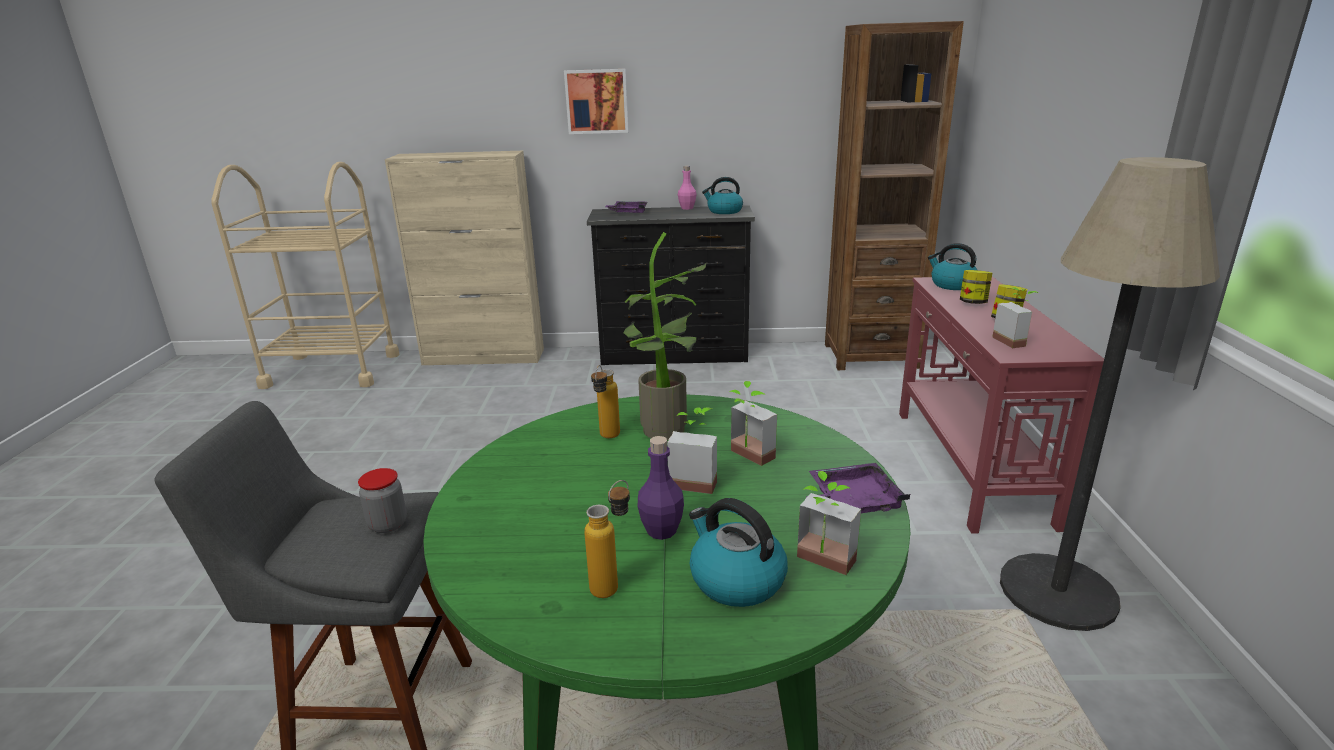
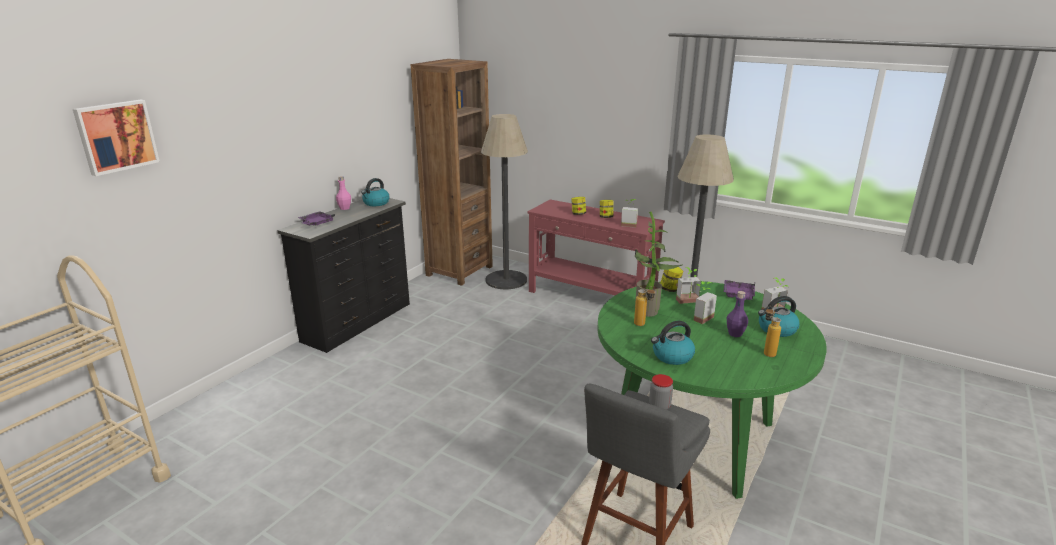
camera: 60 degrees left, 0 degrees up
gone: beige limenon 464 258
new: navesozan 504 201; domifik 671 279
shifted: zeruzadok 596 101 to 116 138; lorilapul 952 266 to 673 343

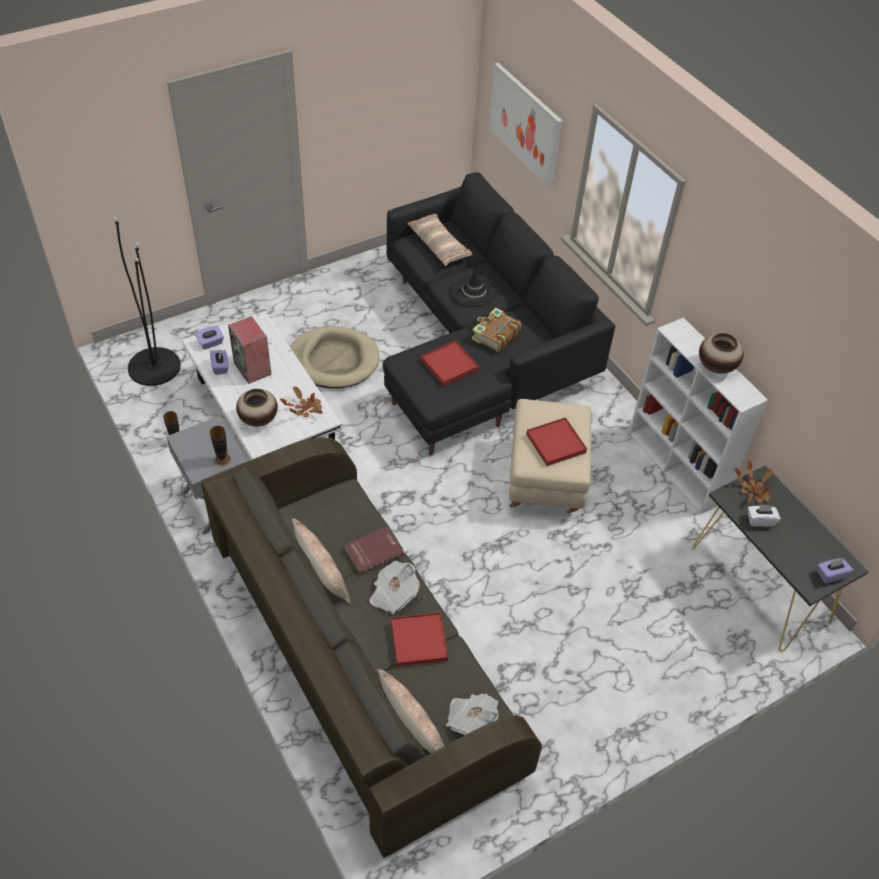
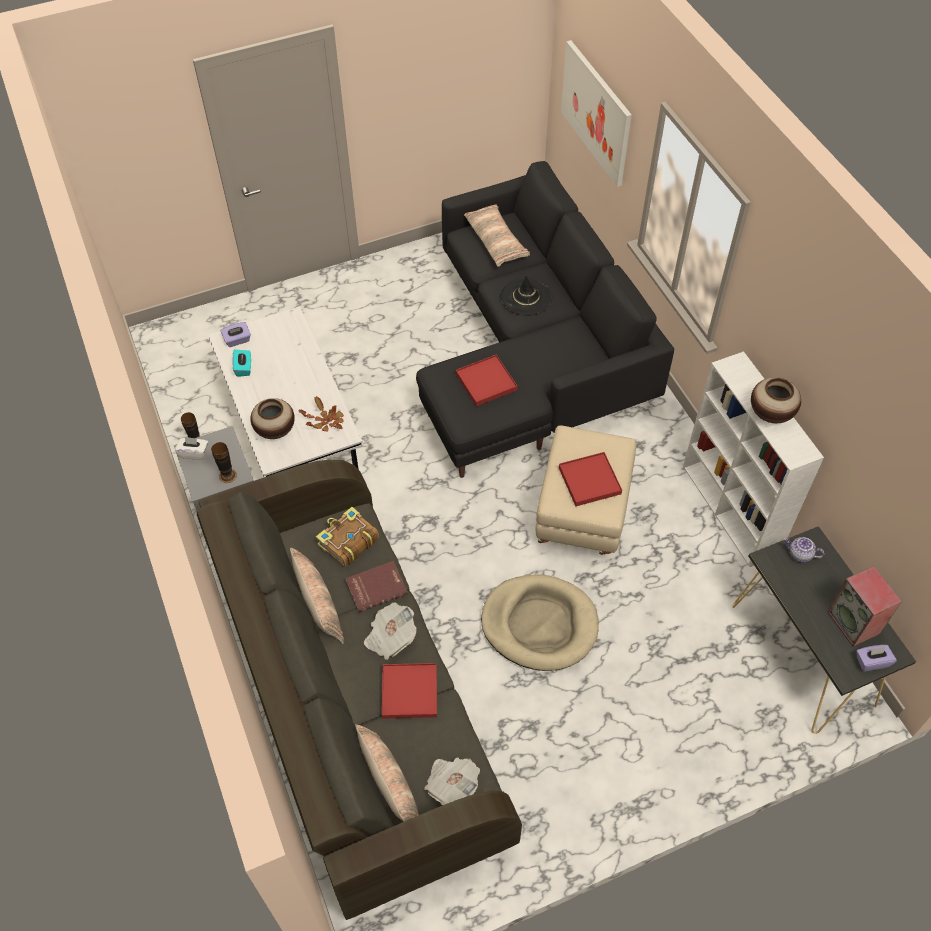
camera: 10 degrees right, 5 degrees up
gone: black navesozan 147 301
shifted: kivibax 250 350 to 864 606; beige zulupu 334 357 to 540 623; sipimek 496 330 to 347 537; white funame 764 516 to 191 448
swapped: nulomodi 754 481 to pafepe 804 549
repainted: purple funame 219 362 to turquoise funame 242 363

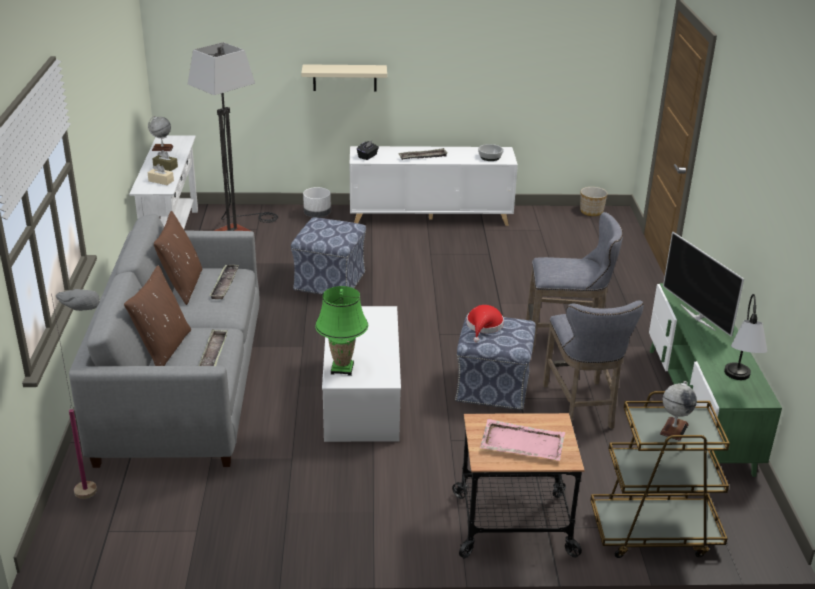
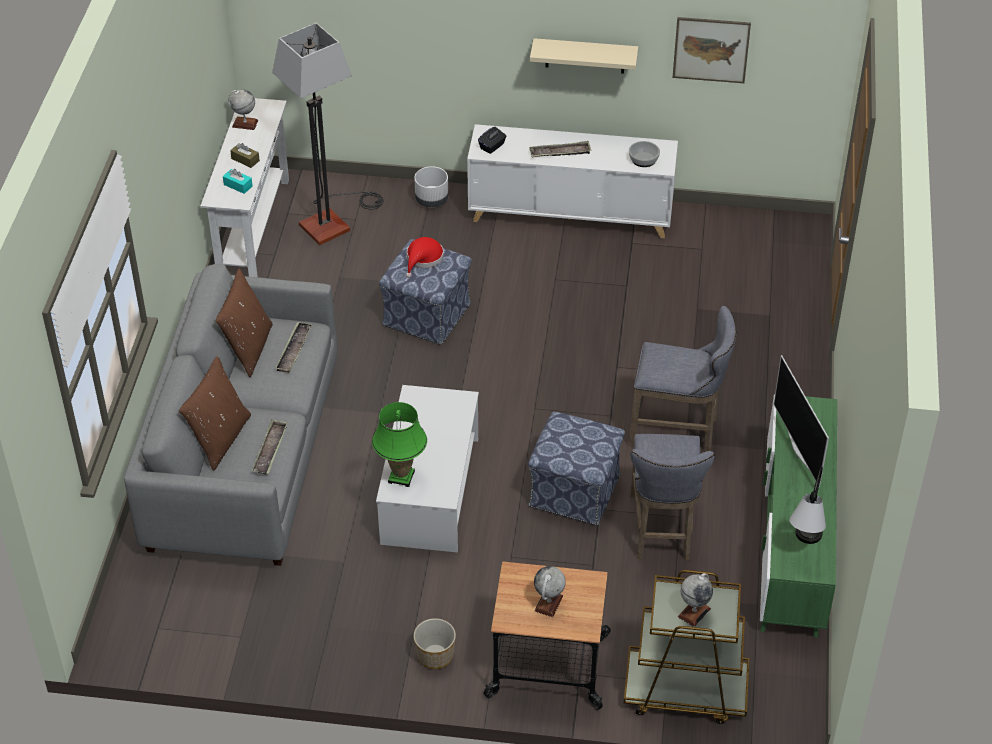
camera: 10 degrees right, 15 degrees up
gone: grey navesozan 75 394
new: zeruzadok 712 50
shifted: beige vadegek 344 77 to 584 56; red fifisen 485 324 to 425 257; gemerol 594 201 to 434 643
swapped: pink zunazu 522 440 to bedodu 550 591
repainted: beige funame 160 174 to turquoise funame 238 181

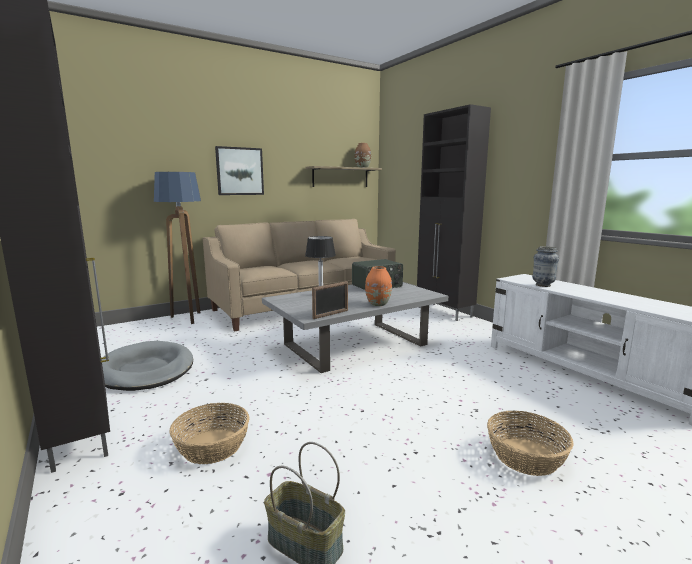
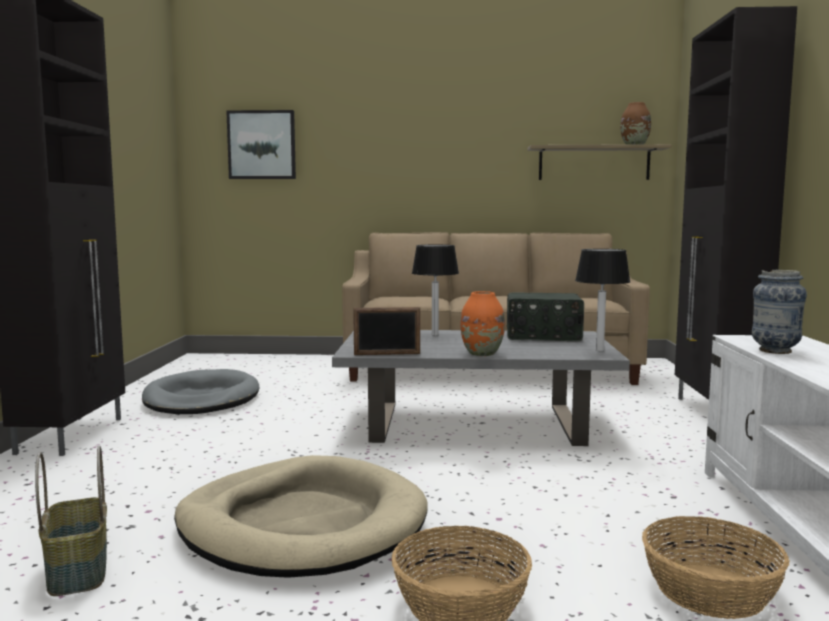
camera: 35 degrees right, 5 degrees down
gone: navesozan 177 248
new: beige zulupu 301 516; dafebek 602 300
shifted: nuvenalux 209 433 to 716 567; zeruzadok 239 170 to 261 144

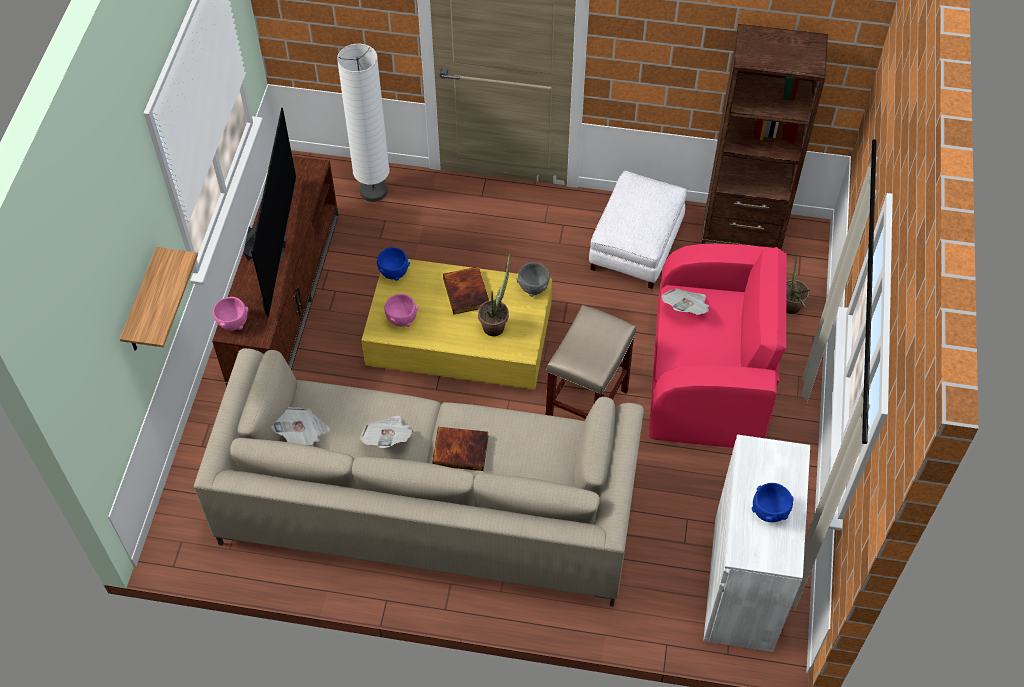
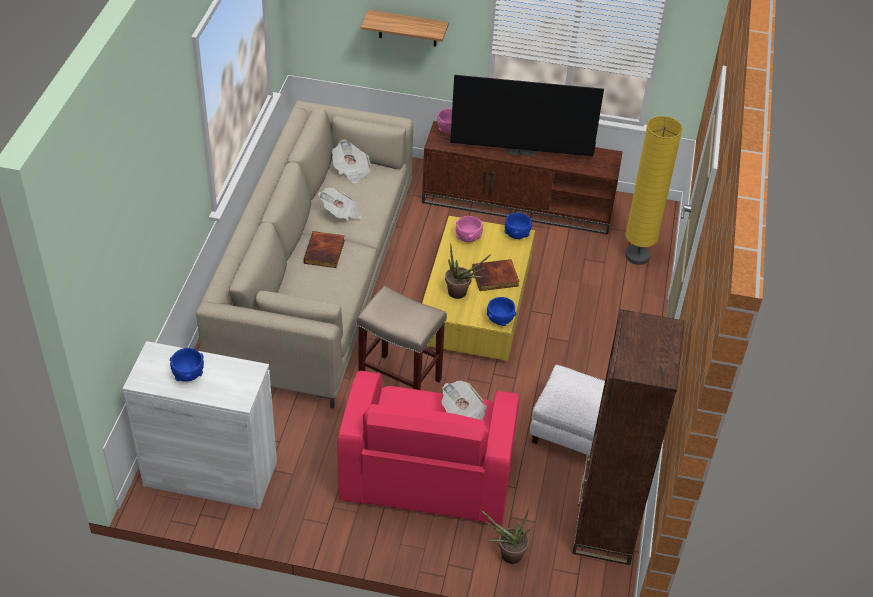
camera: 90 degrees right, 10 degrees down
repainted: white navesozan 363 123 to yellow navesozan 654 190; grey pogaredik 533 280 to blue pogaredik 501 311

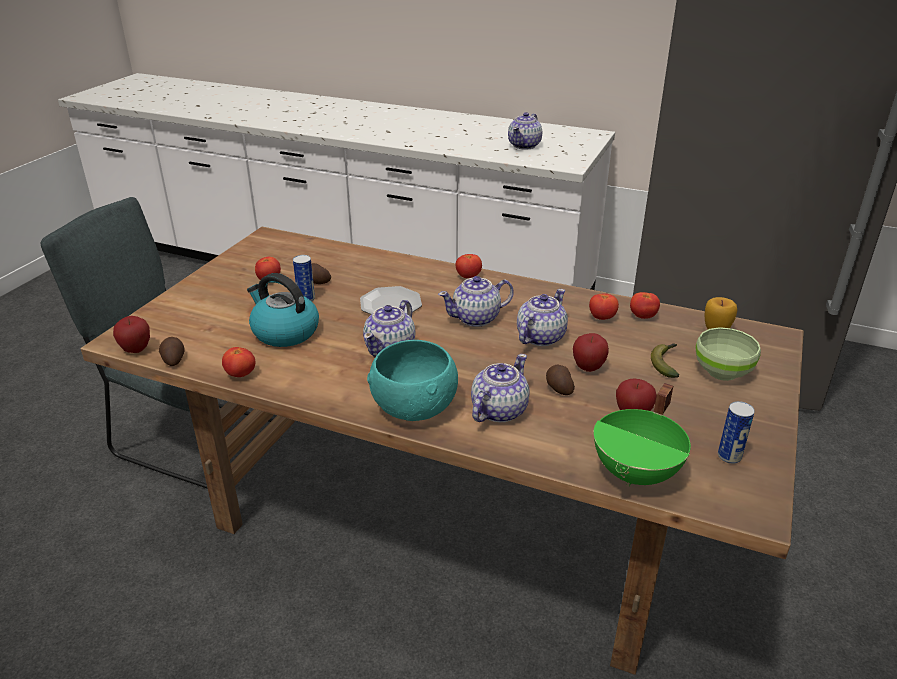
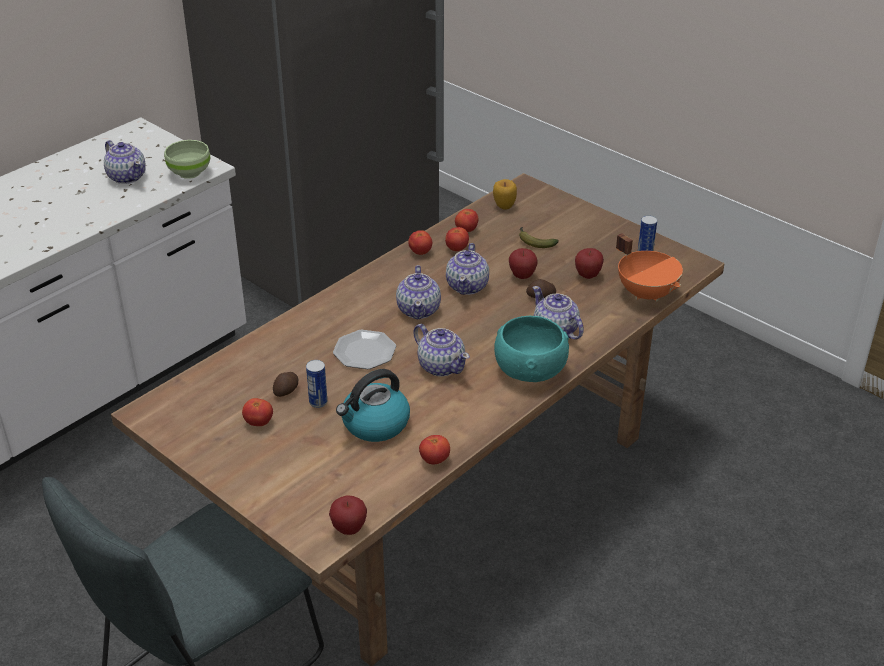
camera: 70 degrees left, 5 degrees up
gone: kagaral 172 351
shifted: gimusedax 469 266 to 420 242; green pogaredik 728 354 to 187 159
repainted: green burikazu 642 435 to orange burikazu 649 267
rotated: pafepe 542 317 = 467 269 135 degrees counterclockwise

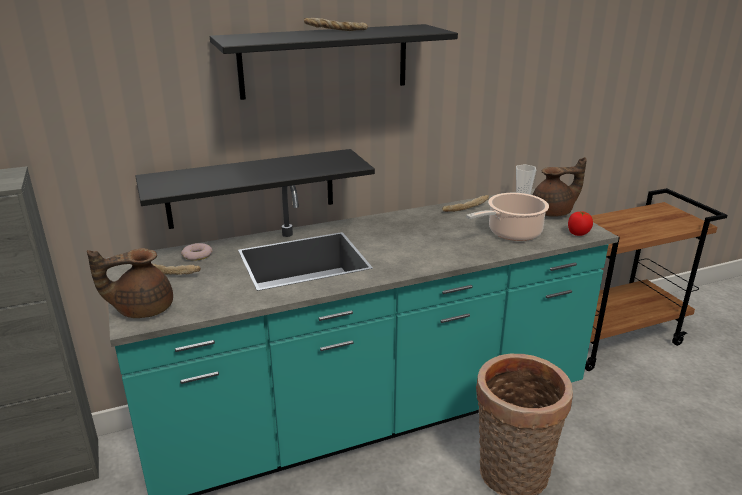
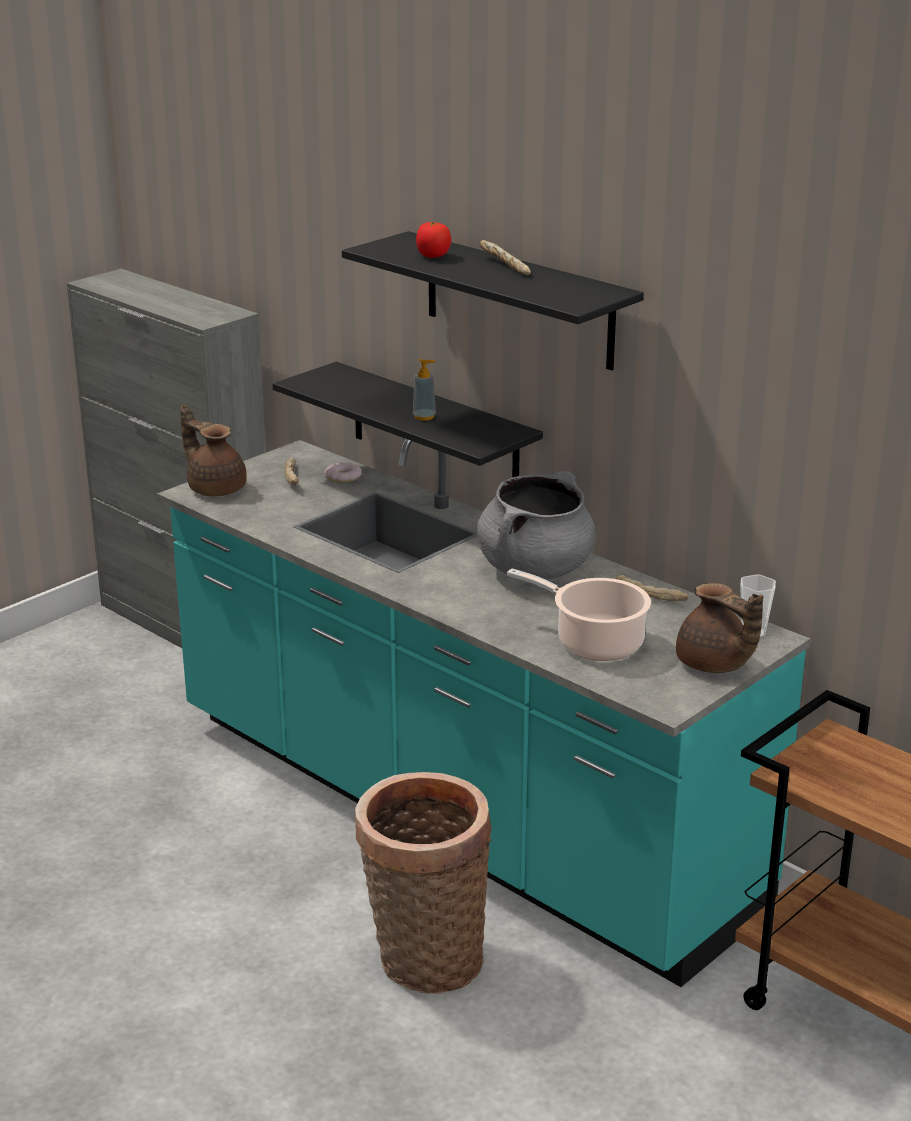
camera: 65 degrees right, 0 degrees up
new: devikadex 424 390; grey burikazu 536 525
shifted: gimusedax 580 223 to 433 240

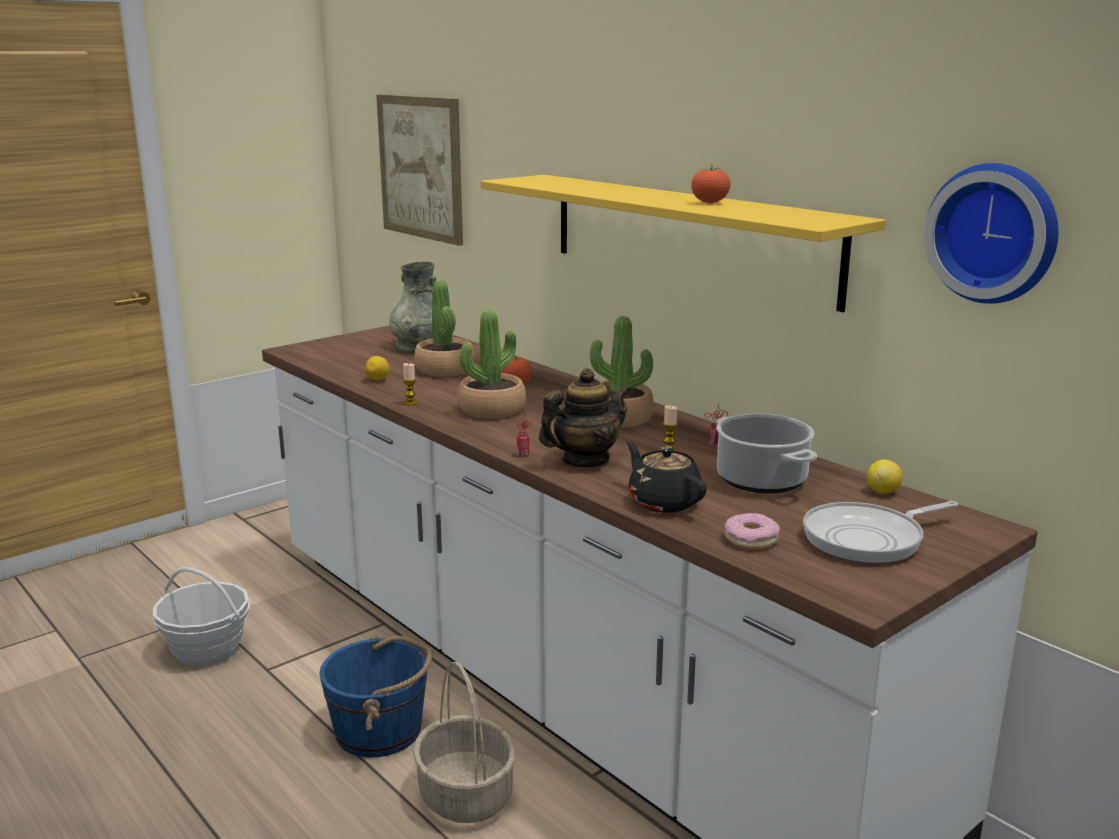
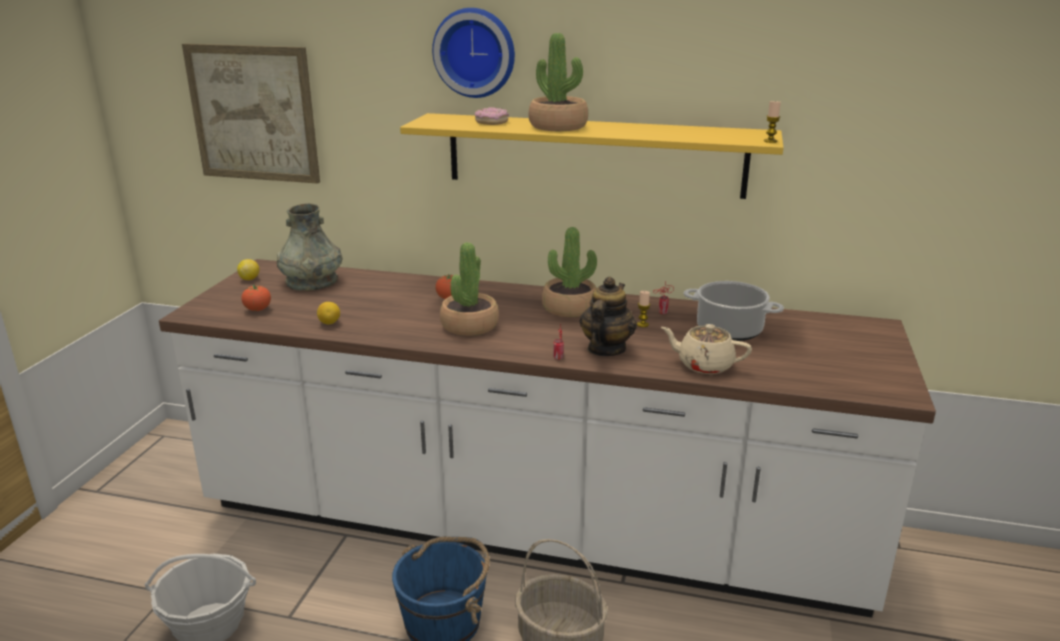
camera: 35 degrees left, 5 degrees up
gone: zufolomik 880 532
shifted: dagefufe 410 384 to 772 121; nulomodi 444 328 to 558 82; gimusedax 710 184 to 256 298; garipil 752 531 to 492 116; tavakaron 885 476 to 248 269; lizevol 991 233 to 473 53
repainted: black pafepe 666 477 to beige pafepe 706 349

